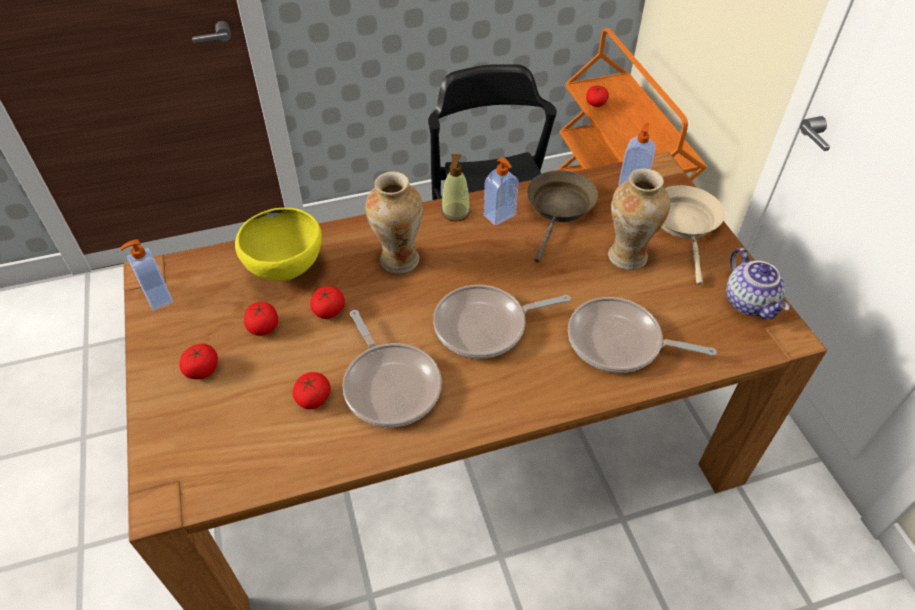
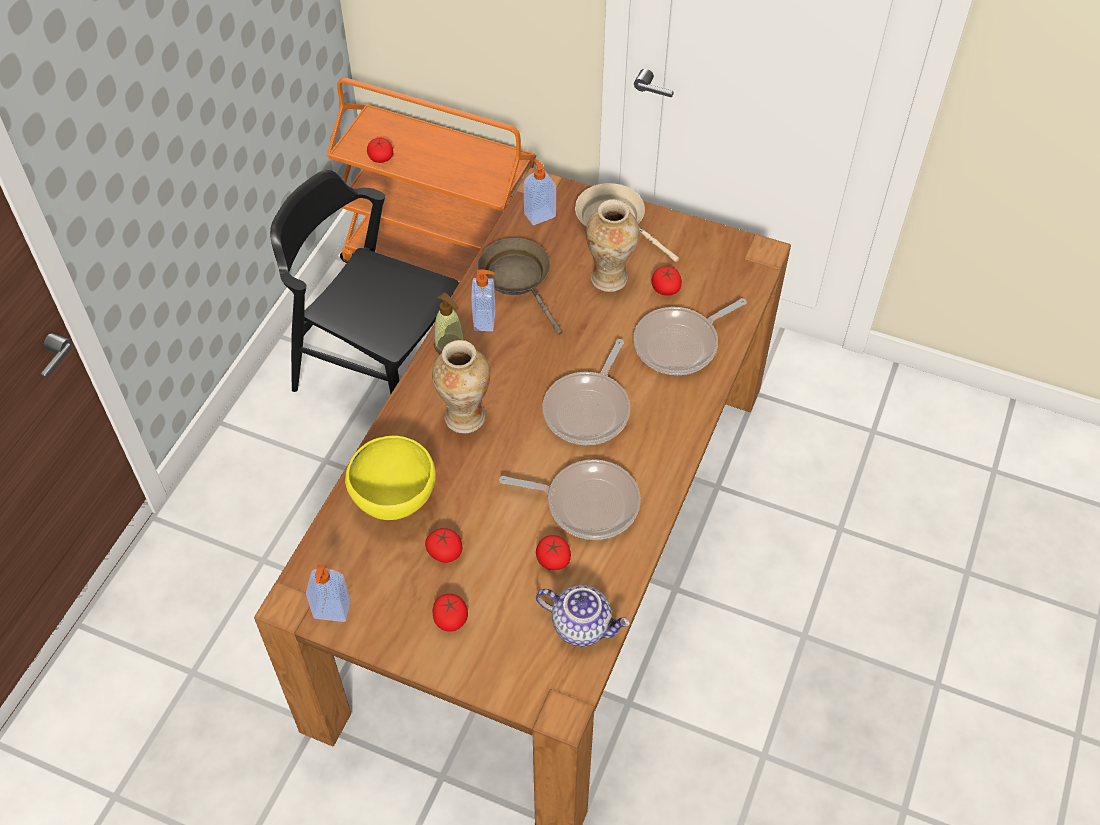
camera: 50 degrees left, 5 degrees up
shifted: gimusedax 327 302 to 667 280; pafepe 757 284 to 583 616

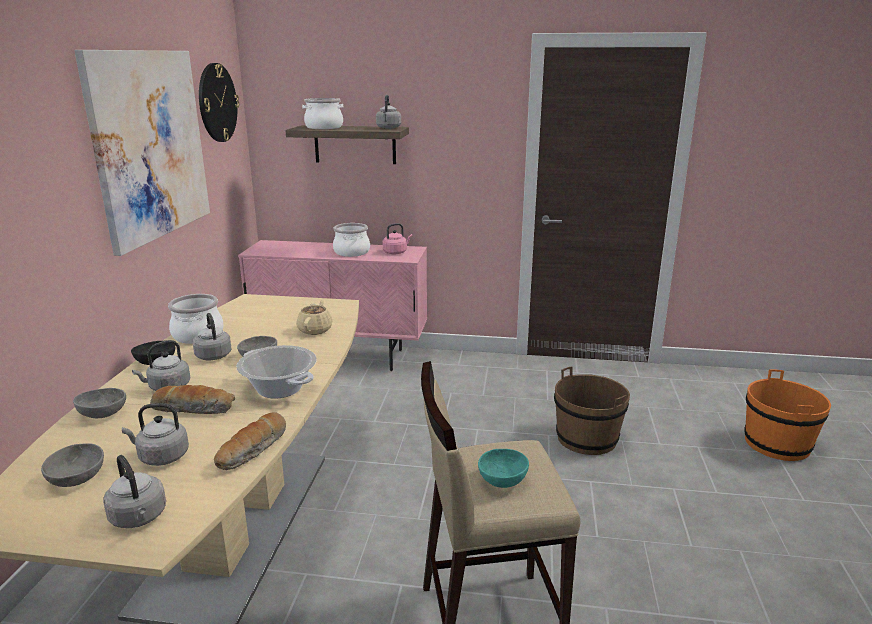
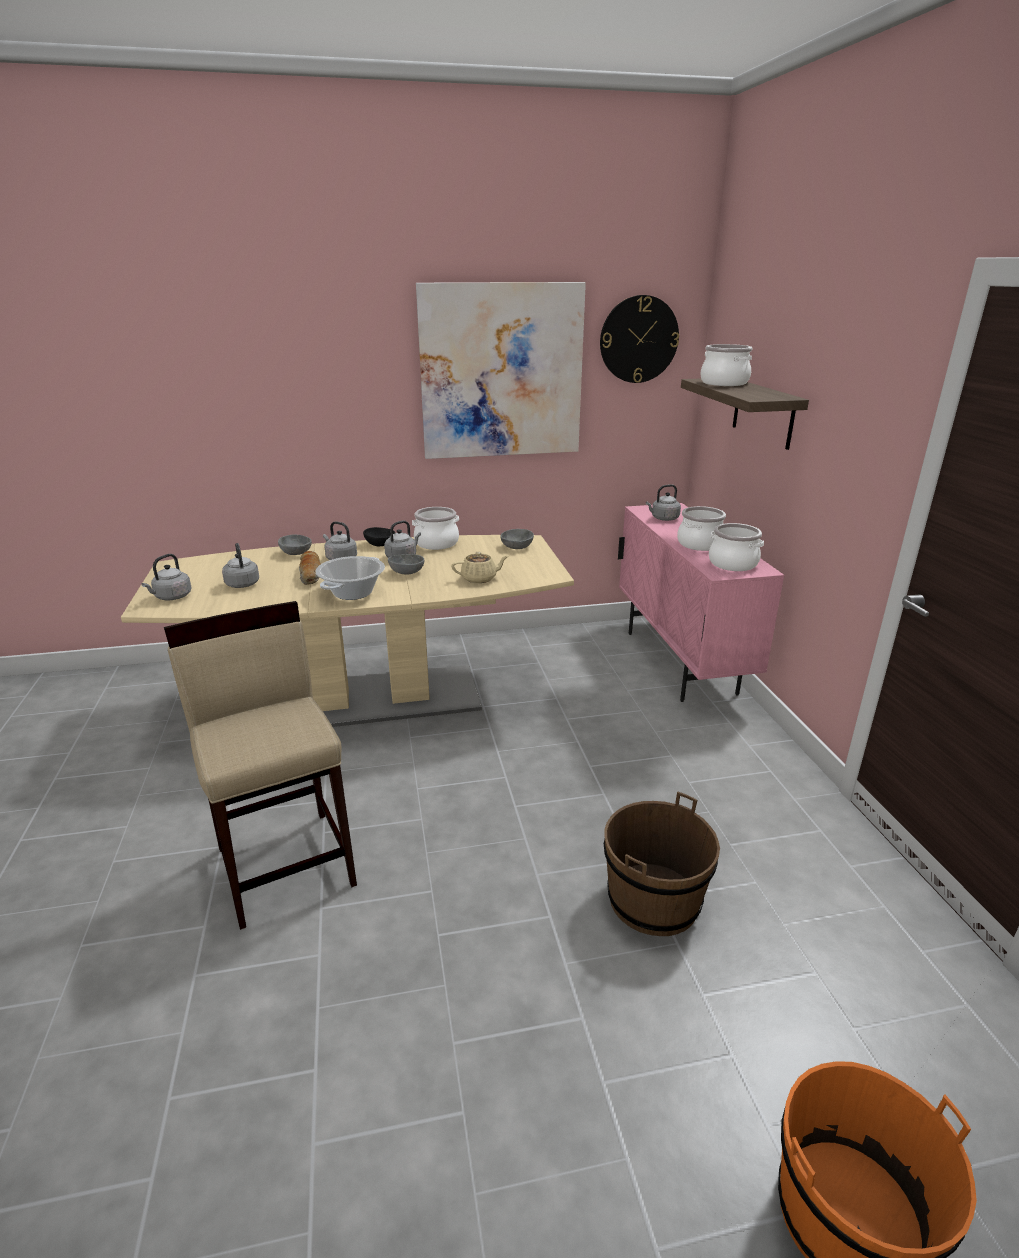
camera: 70 degrees right, 5 degrees up
gone: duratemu 250 441; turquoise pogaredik 503 468
shifted: grey pogaredik 72 465 to 517 539; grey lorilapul 388 112 to 663 502
swapped: pink lorilapul 397 238 to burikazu 736 547

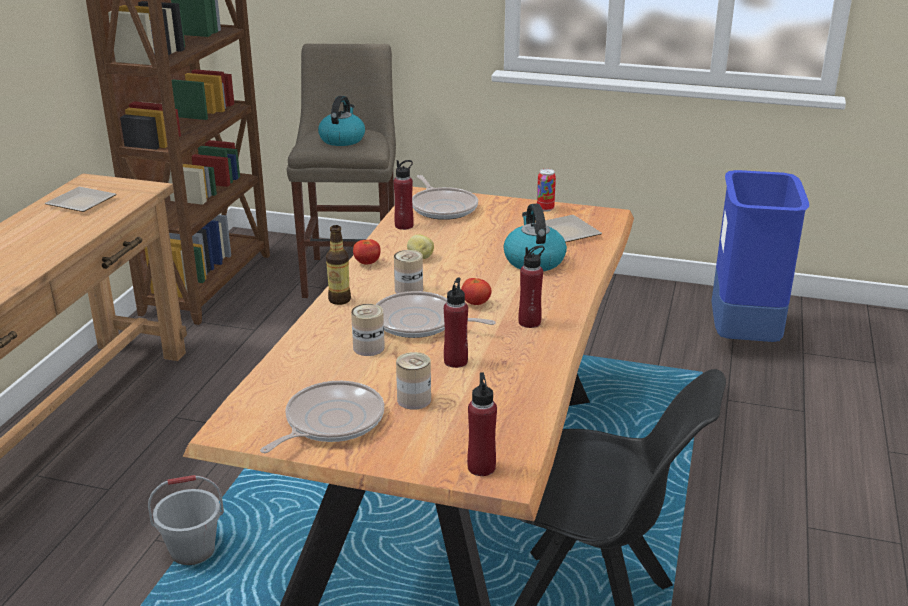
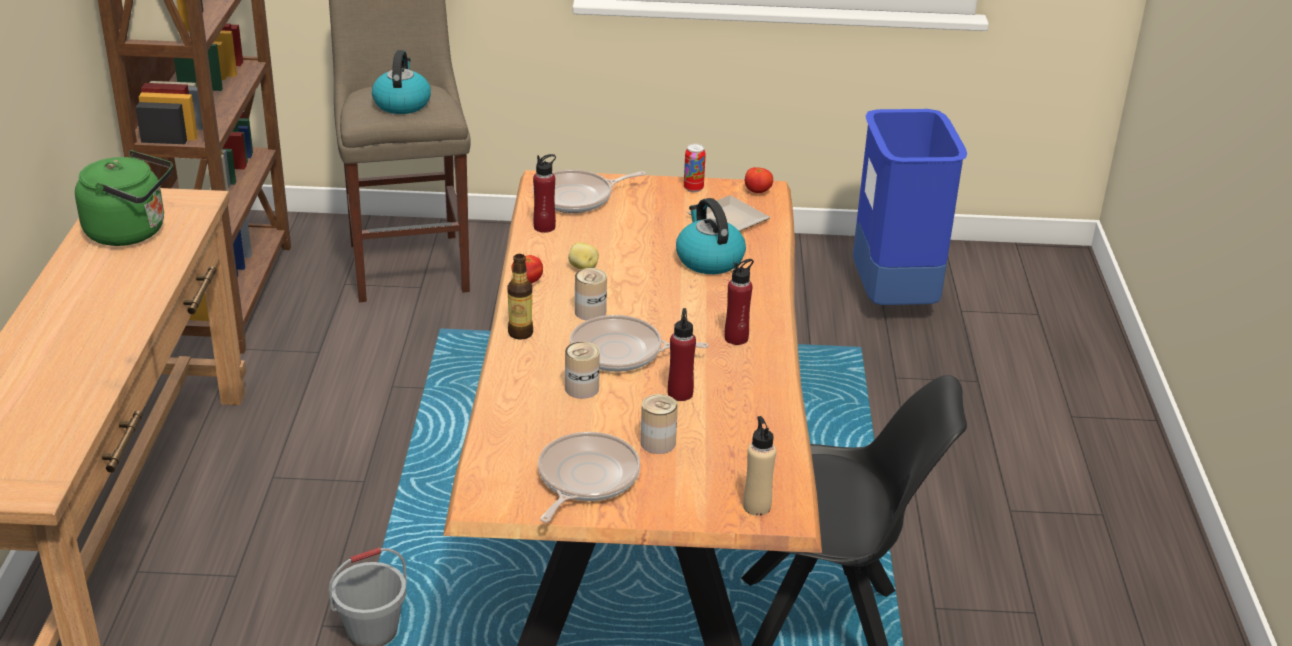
camera: 15 degrees left, 5 degrees up
shifted: gimusedax 476 291 to 759 180
swapped: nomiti 80 199 to green lorilapul 124 198
repainted: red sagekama 482 424 to beige sagekama 759 466
rotated: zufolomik 445 197 = 589 191 105 degrees clockwise

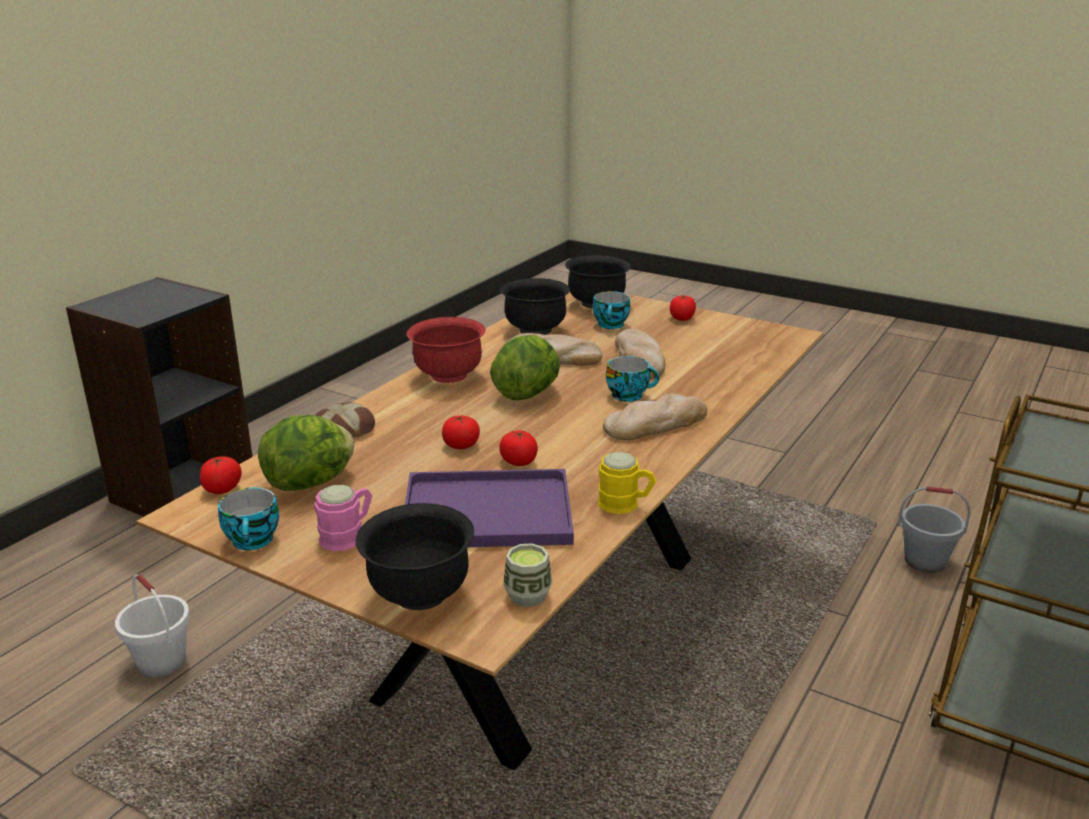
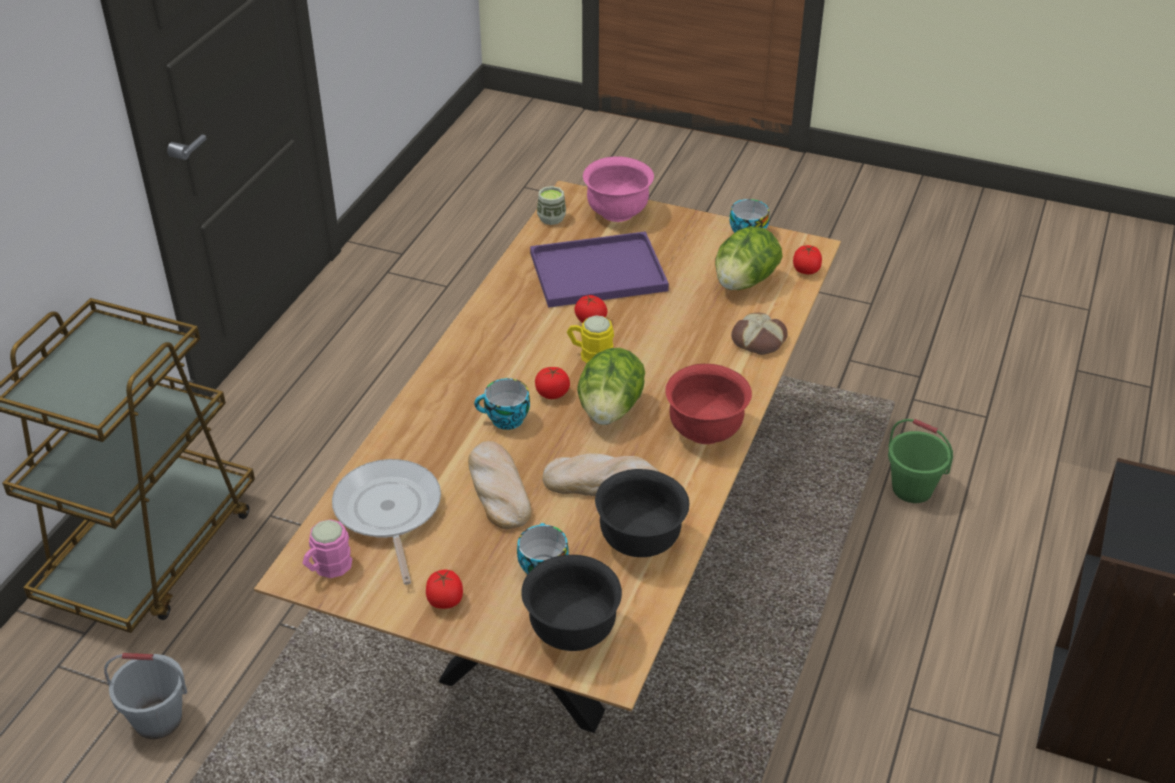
camera: 170 degrees right, 15 degrees up
gone: duratemu 655 416
new: zufolomik 386 522
shifted: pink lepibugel 343 518 to 327 548; gimusedax 461 432 to 552 383; yellow lepibugel 627 483 to 590 339
repainted: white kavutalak 152 625 to green kavutalak 920 461; black pogaredik 414 556 to pink pogaredik 618 189

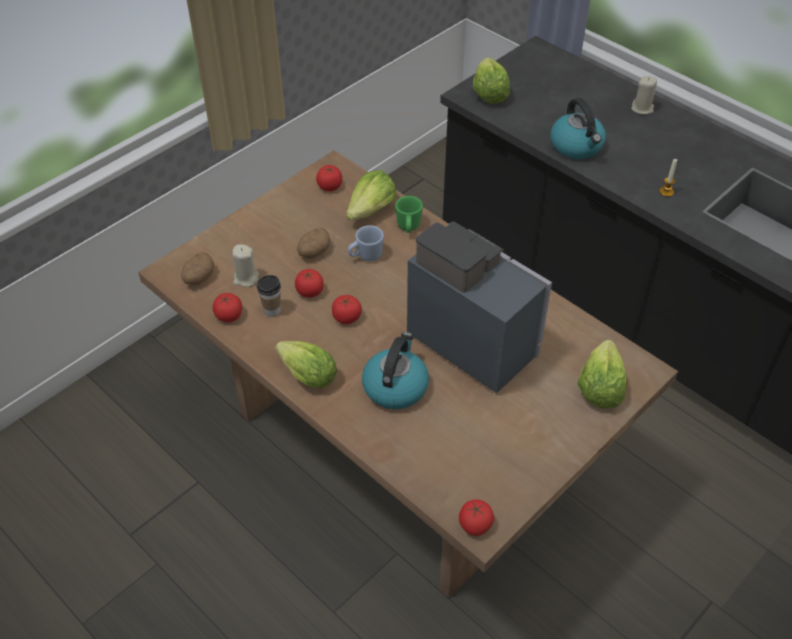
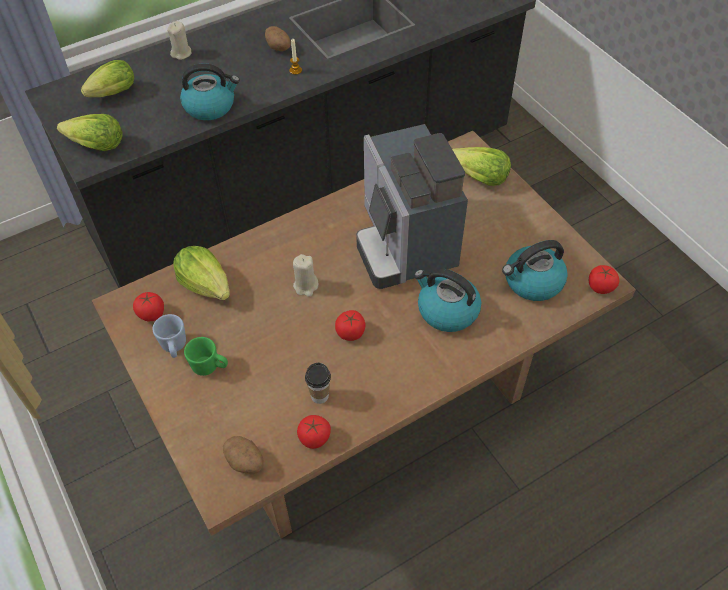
camera: 75 degrees left, 5 degrees up
gone: gimusedax 309 283
new: lorilapul 535 270
shifted: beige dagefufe 245 265 to 305 275; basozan 306 364 to 107 78; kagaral 313 243 to 278 38; blue lepibugel 366 243 to 169 336; green lepibugel 409 214 to 206 356
rotated: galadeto 479 308 = 412 206 75 degrees counterclockwise

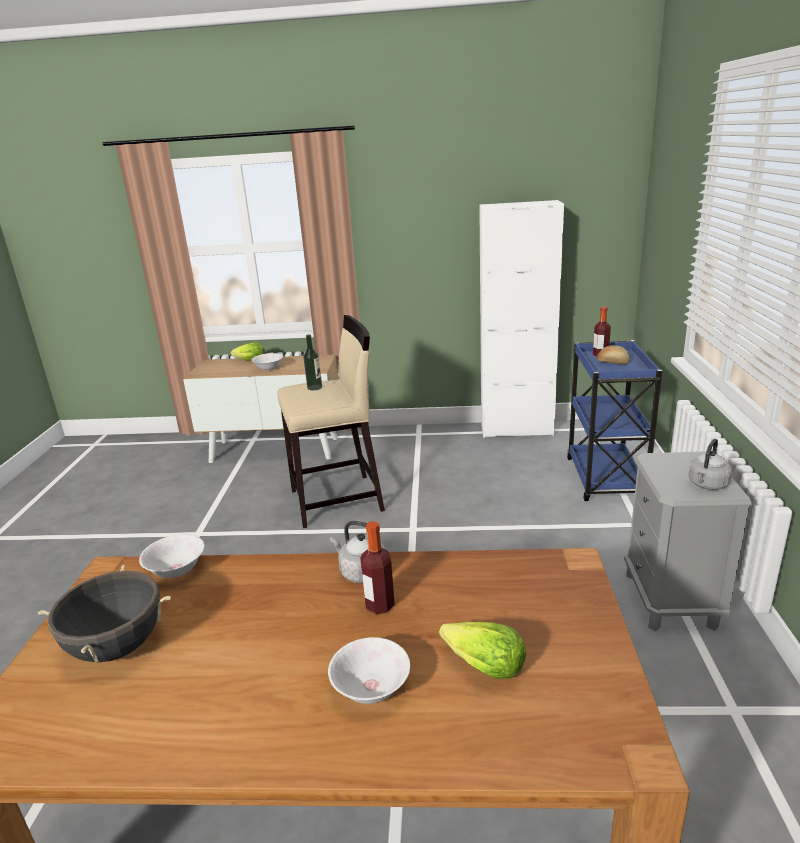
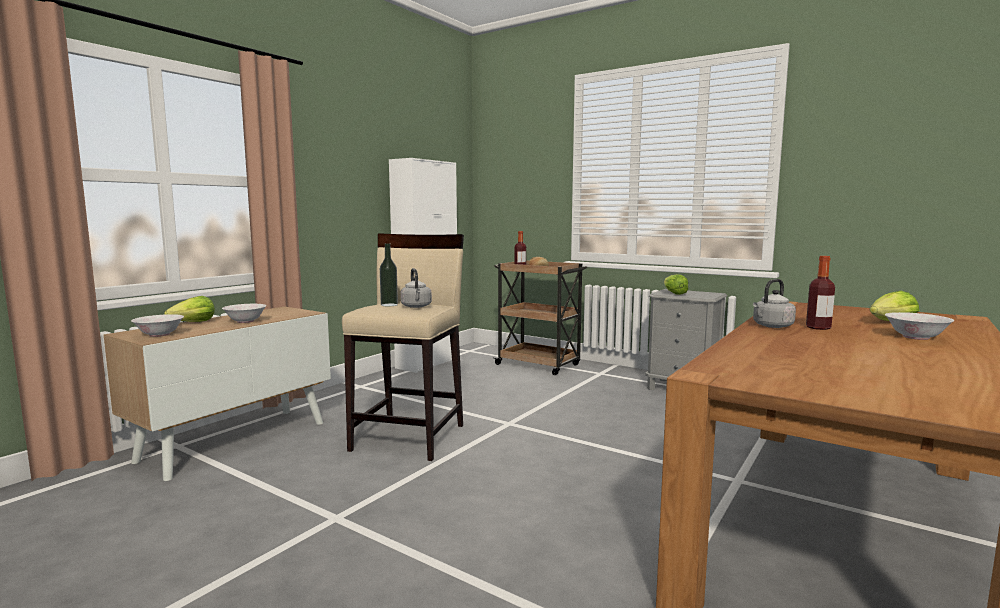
camera: 60 degrees left, 15 degrees down
gone: black burikazu 104 614
new: basozan 676 284
shifted: white pogaredik 171 556 to 157 325; grey lorilapul 710 464 to 416 288
repainted: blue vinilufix 614 420 to brown vinilufix 540 317

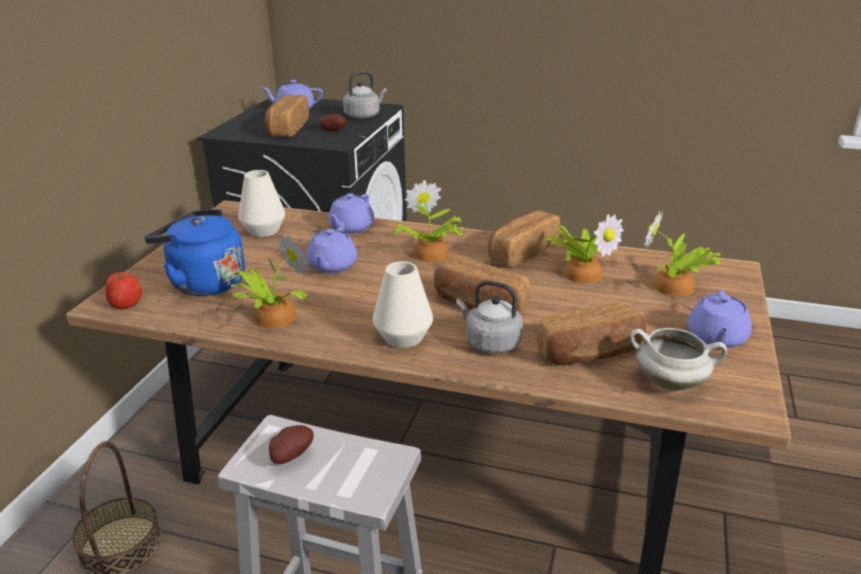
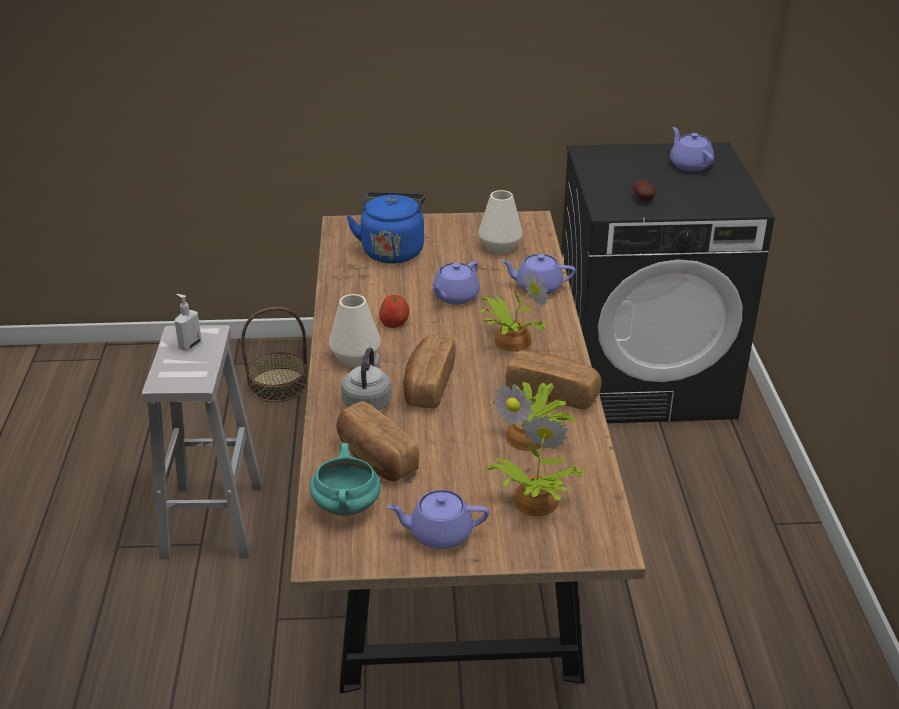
camera: 70 degrees right, 5 degrees up
gone: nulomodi 269 282; duratemu 287 116; grey lorilapul 365 95
shifted: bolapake 123 290 to 394 311
swapped: kagaral 291 444 to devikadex 188 322
repainted: white burikazu 678 359 to turquoise burikazu 345 479
rotated: purple pafepe 331 250 = 455 283 45 degrees counterclockwise

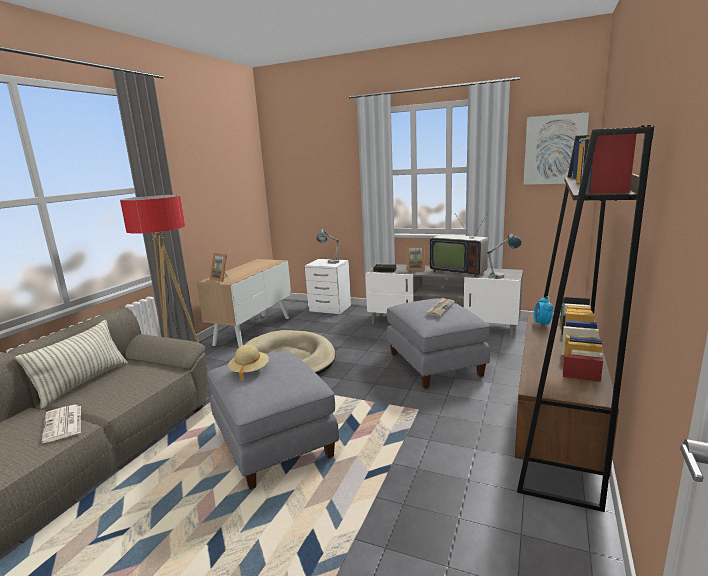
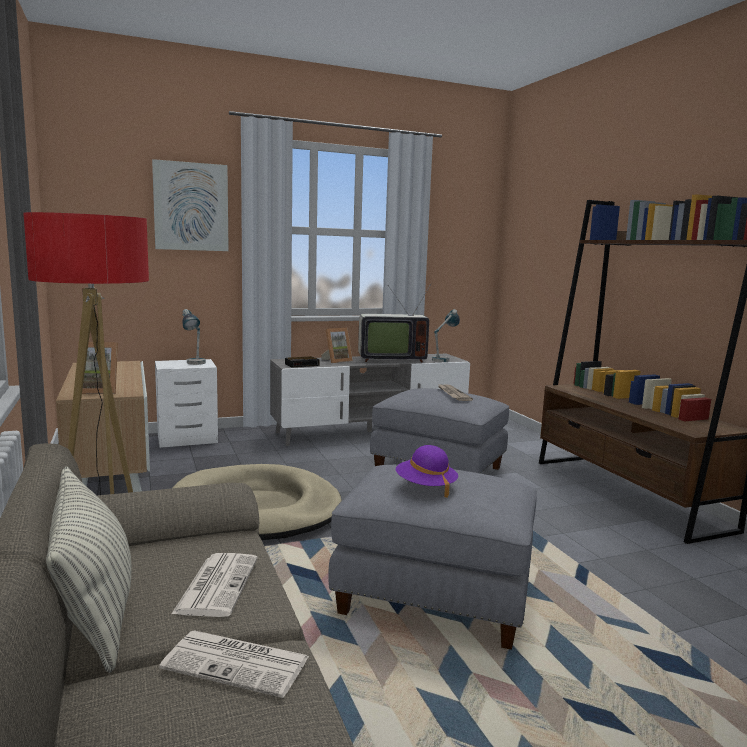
camera: 45 degrees left, 5 degrees down
gone: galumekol 543 312
new: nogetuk 215 585
shifted: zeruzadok 556 148 to 190 205
repainted: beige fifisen 248 363 to purple fifisen 427 471

